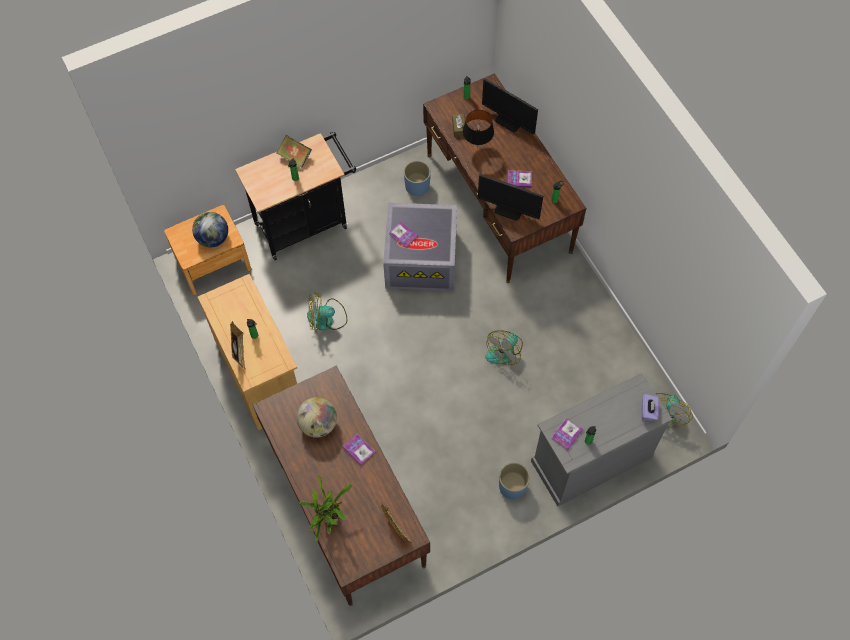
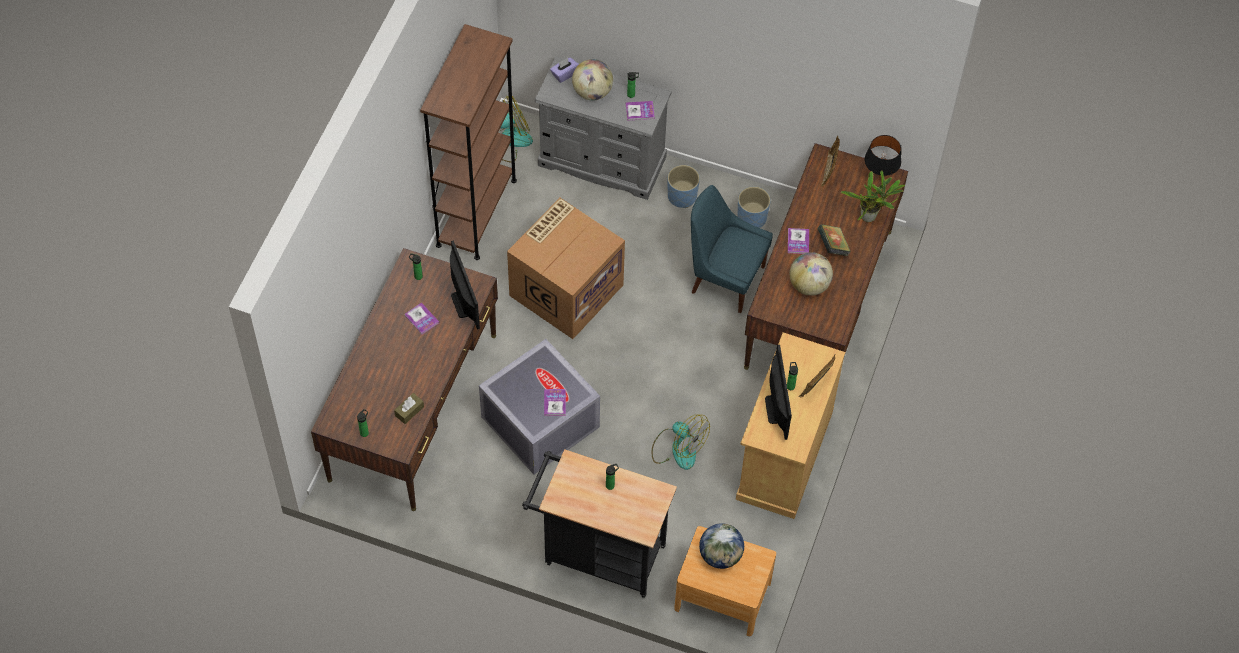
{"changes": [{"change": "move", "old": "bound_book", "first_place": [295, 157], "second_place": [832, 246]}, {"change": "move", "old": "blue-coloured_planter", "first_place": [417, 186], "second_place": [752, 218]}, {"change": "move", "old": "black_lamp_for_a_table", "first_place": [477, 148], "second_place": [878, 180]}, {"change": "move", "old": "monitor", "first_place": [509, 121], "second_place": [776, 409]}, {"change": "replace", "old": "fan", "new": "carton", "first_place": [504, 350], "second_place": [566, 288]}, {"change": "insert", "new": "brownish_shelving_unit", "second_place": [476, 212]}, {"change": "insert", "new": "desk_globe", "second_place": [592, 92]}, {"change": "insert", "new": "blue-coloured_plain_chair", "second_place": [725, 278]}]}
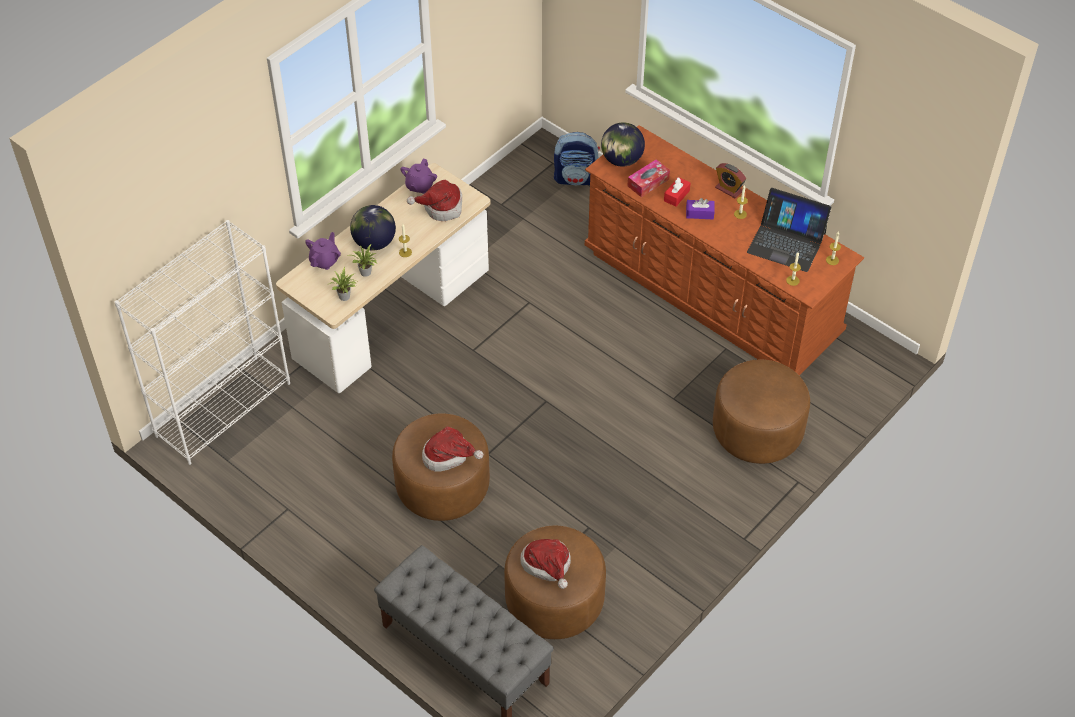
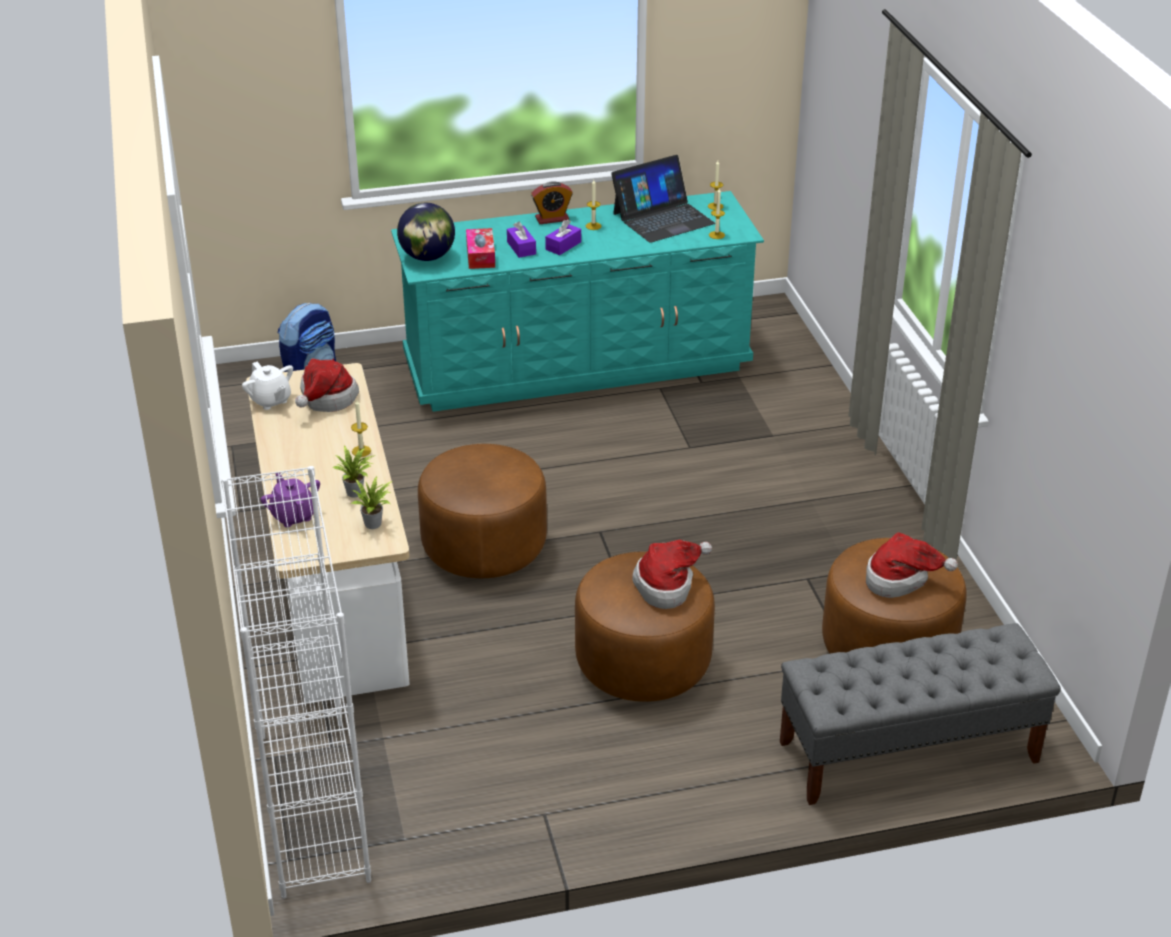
{"changes": [{"change": "delete", "old": "desk_globe", "first_place": [374, 243]}, {"change": "recolor", "old": "purplish_pot_for_tea", "new": "white-coloured_pot_for_tea", "first_place": [419, 186], "second_place": [270, 400]}, {"change": "recolor", "old": "brownish_chest_of_drawers", "new": "turquoise_chest_of_drawers", "first_place": [711, 293], "second_place": [577, 365]}, {"change": "recolor", "old": "reddish_tissue_box", "new": "purplish_tissue_box", "first_place": [676, 196], "second_place": [521, 248]}, {"change": "move", "old": "brownish_pouffe", "first_place": [757, 431], "second_place": [484, 545]}]}
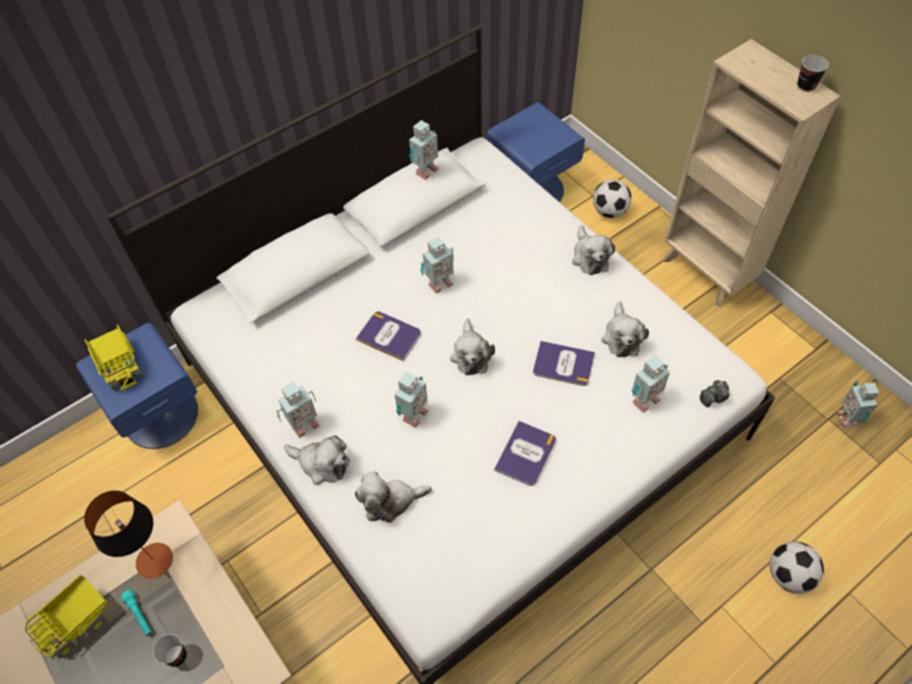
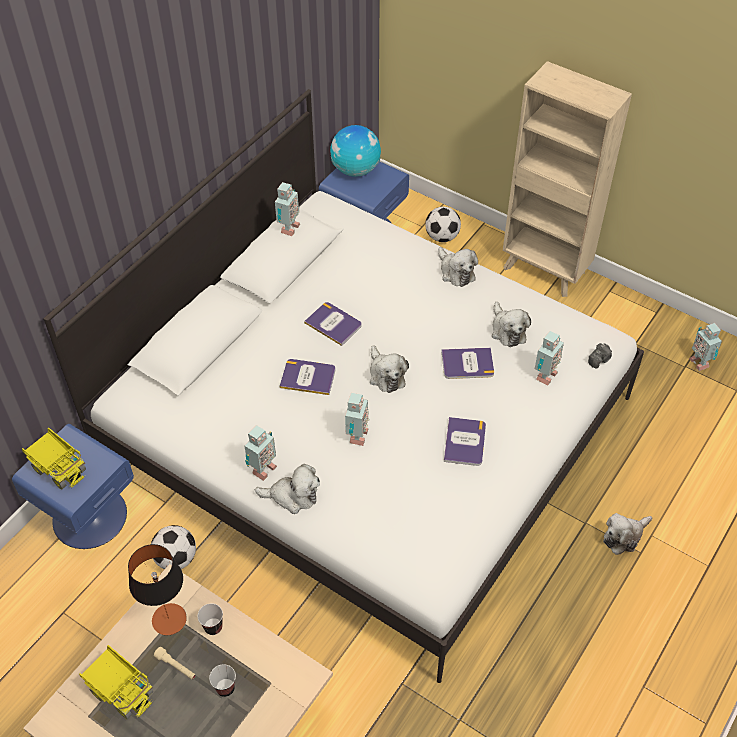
{"changes": [{"change": "rotate", "old": "toy_lorry", "first_place": [78, 623], "second_place": [121, 690], "degrees": -75}, {"change": "recolor", "old": "turquoise_flashlight", "new": "sand-coloured_flashlight", "first_place": [139, 615], "second_place": [176, 666]}, {"change": "move", "old": "soft_toy", "first_place": [390, 501], "second_place": [624, 536]}, {"change": "replace", "old": "toy_robot", "new": "bound_book", "first_place": [439, 284], "second_place": [333, 324]}, {"change": "move", "old": "ball_for_football", "first_place": [788, 575], "second_place": [176, 558]}, {"change": "move", "old": "drinking_cup", "first_place": [806, 86], "second_place": [213, 627]}, {"change": "insert", "new": "desk_globe", "second_place": [356, 170]}]}
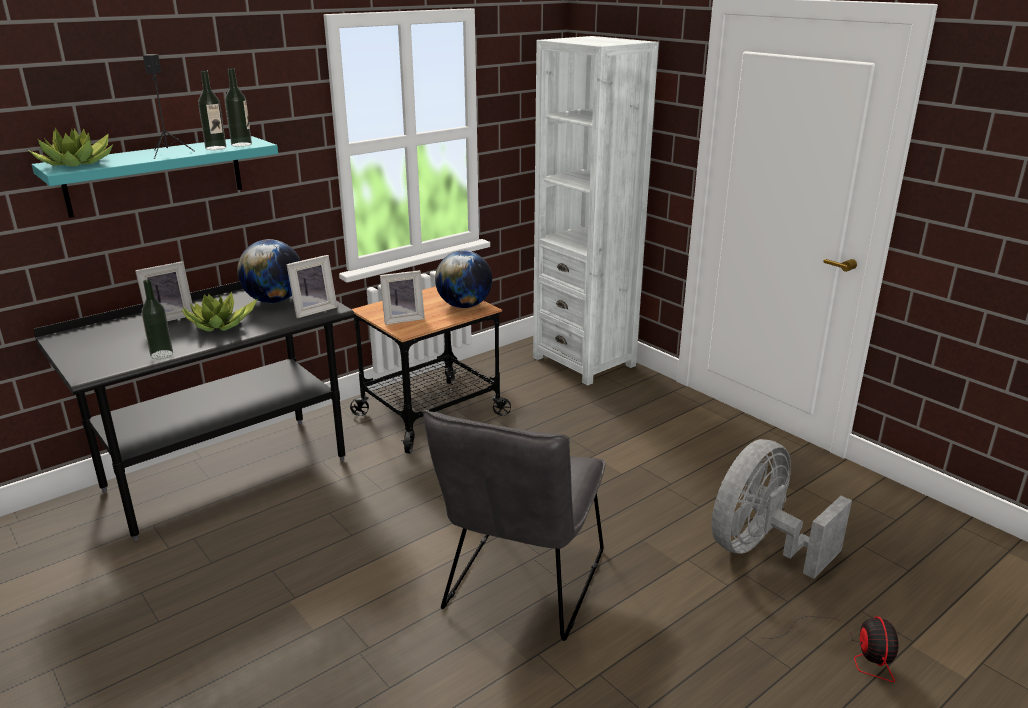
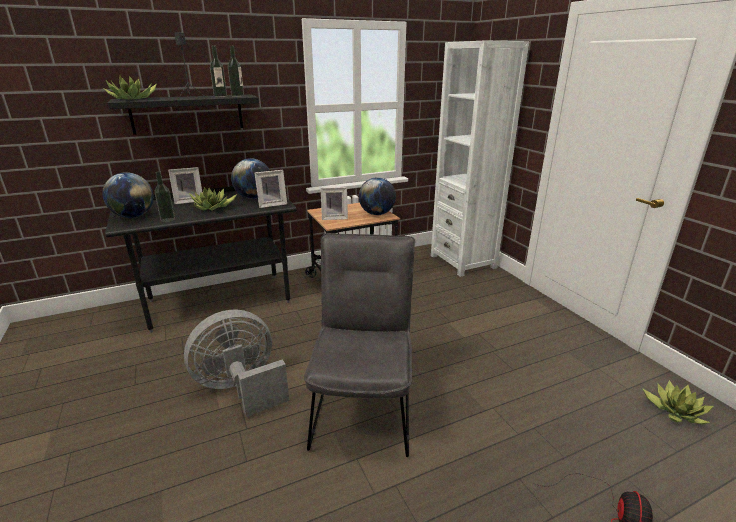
{"changes": [{"change": "recolor", "old": "turquoise_bracket_shelf", "new": "black_bracket_shelf", "first_place": [155, 176], "second_place": [187, 113]}, {"change": "rotate", "old": "grey_plain_chair", "first_place": [520, 588], "second_place": [363, 406], "degrees": 150}, {"change": "move", "old": "grey_fan", "first_place": [761, 549], "second_place": [241, 388]}, {"change": "insert", "new": "desk_globe", "second_place": [133, 216]}, {"change": "insert", "new": "houseplant", "second_place": [674, 410]}]}
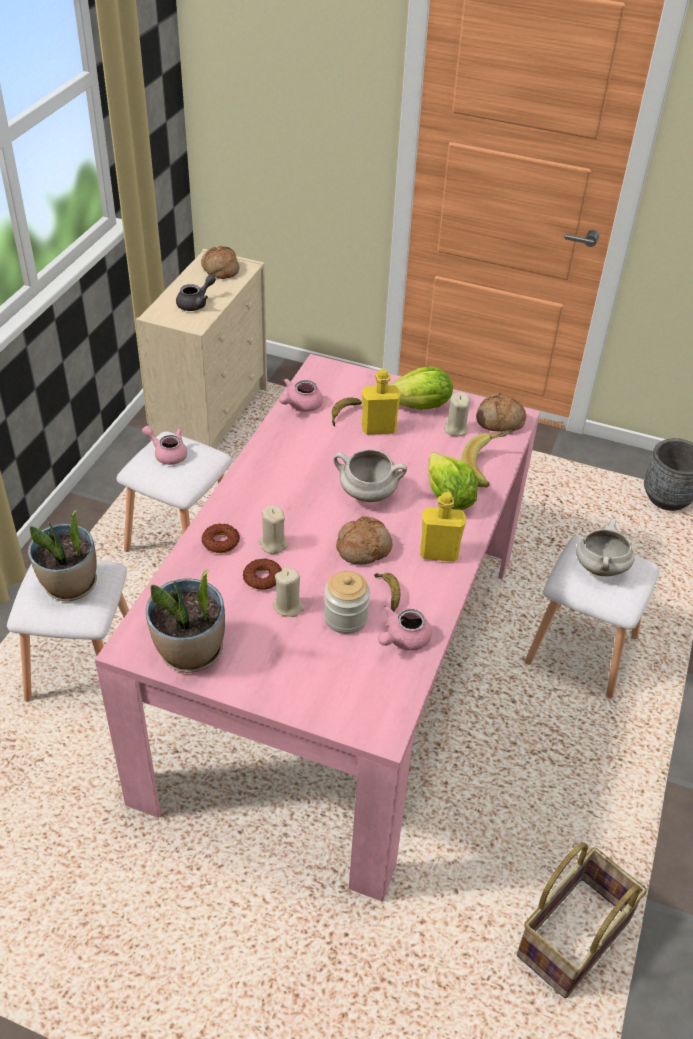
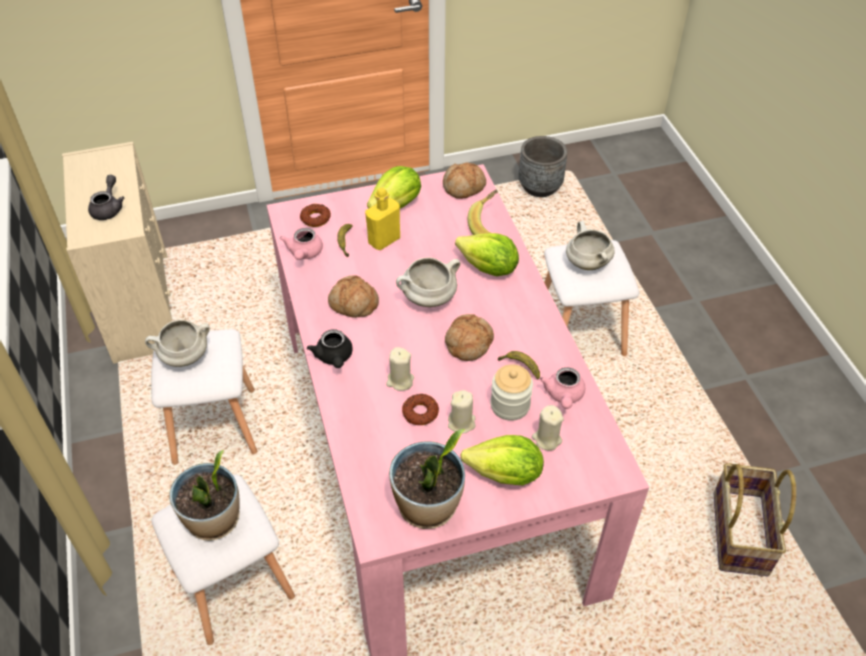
{"changes": [{"change": "replace", "old": "pink_pot_for_tea", "new": "white-coloured_saucepot", "first_place": [167, 453], "second_place": [184, 357]}, {"change": "move", "old": "baked_bread", "first_place": [220, 270], "second_place": [353, 304]}, {"change": "move", "old": "ring_doughnut", "first_place": [220, 542], "second_place": [315, 218]}, {"change": "delete", "old": "yellow-coloured_bottle", "first_place": [439, 553]}, {"change": "move", "old": "sand-coloured_wax_light", "first_place": [455, 429], "second_place": [546, 439]}, {"change": "insert", "new": "black_pot_for_tea", "second_place": [334, 358]}, {"change": "insert", "new": "lettuce", "second_place": [505, 475]}]}
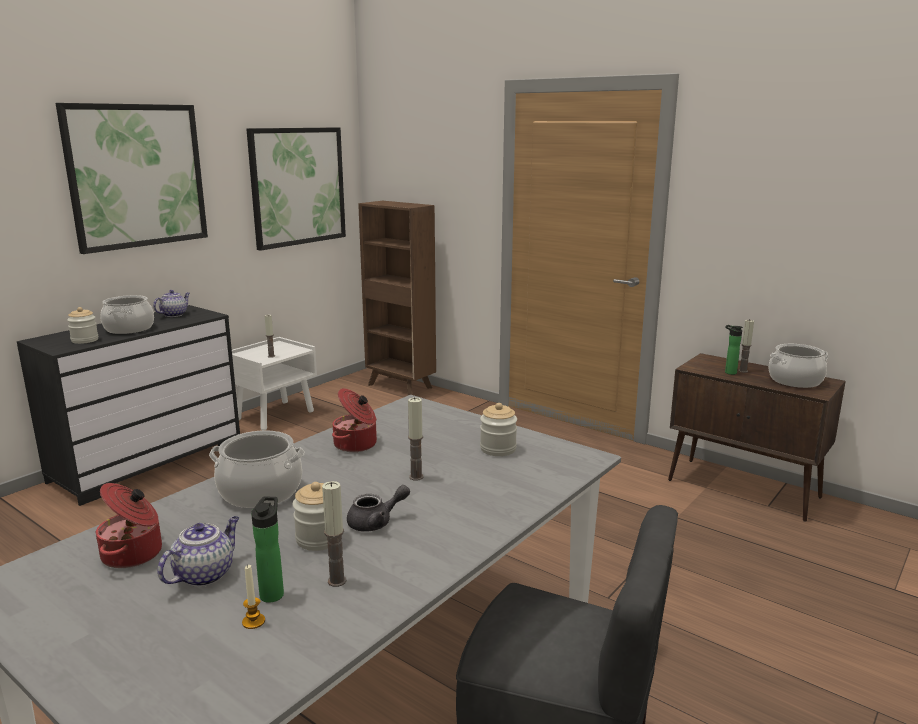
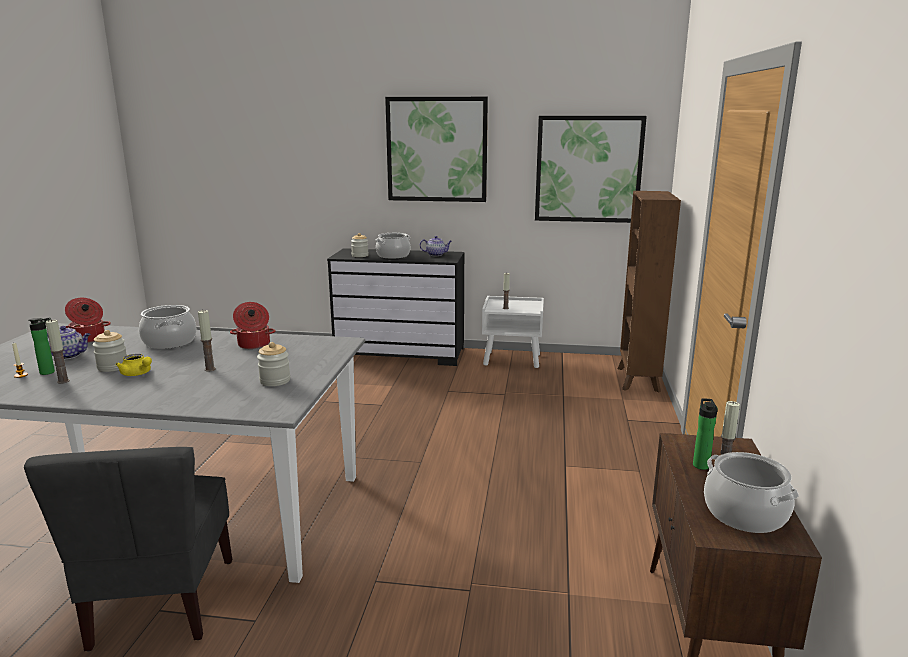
{"changes": [{"change": "recolor", "old": "grey_pot_for_tea", "new": "yellow-coloured_pot_for_tea", "first_place": [376, 522], "second_place": [137, 374]}]}
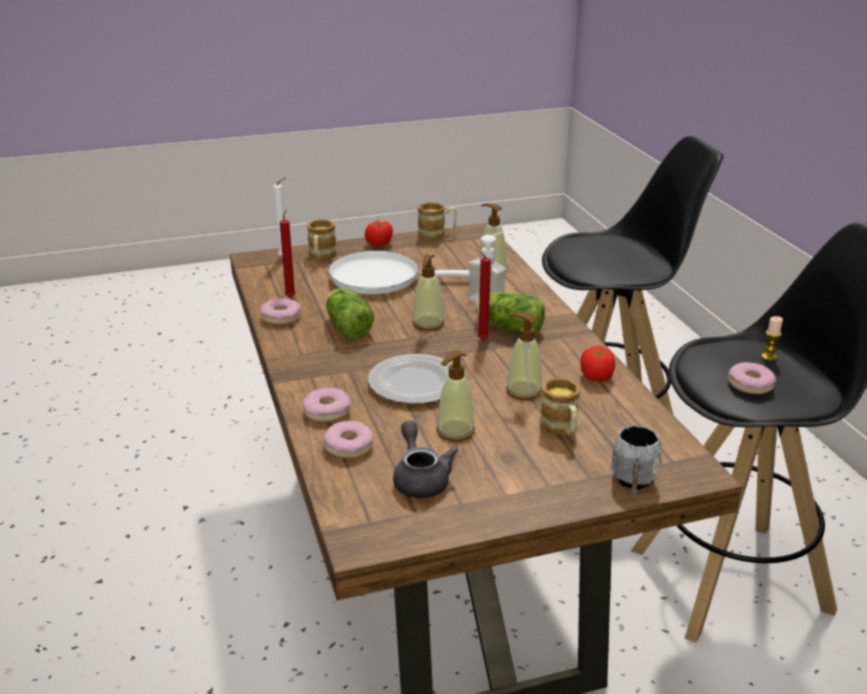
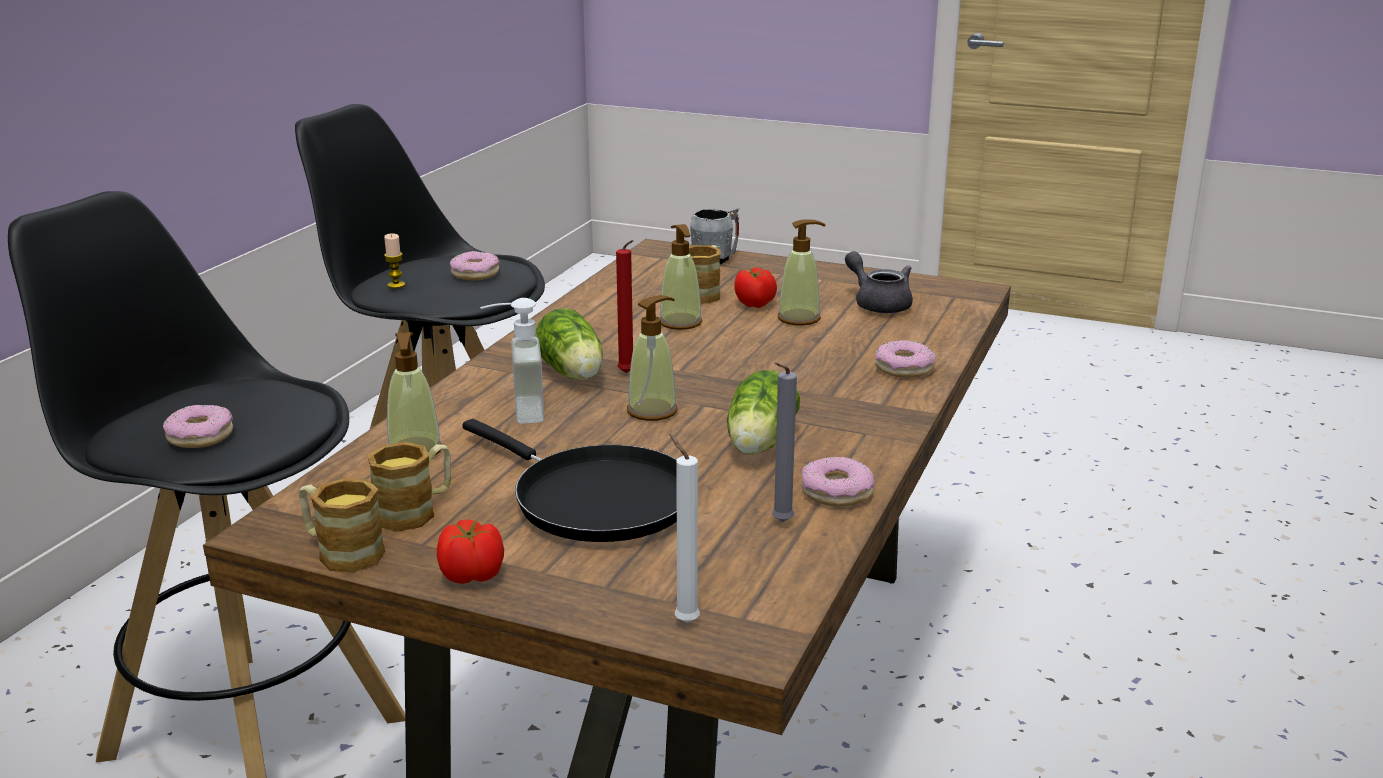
{"changes": [{"change": "recolor", "old": "reddish_wax_light", "new": "grey_wax_light", "first_place": [291, 296], "second_place": [779, 523]}, {"change": "move", "old": "mug", "first_place": [321, 256], "second_place": [416, 511]}, {"change": "move", "old": "ring_doughnut", "first_place": [348, 446], "second_place": [200, 436]}, {"change": "recolor", "old": "white-coloured_skillet", "new": "black_skillet", "first_place": [382, 278], "second_place": [594, 499]}, {"change": "delete", "old": "plate", "first_place": [415, 383]}, {"change": "rotate", "old": "grey_pot_for_tea", "first_place": [420, 478], "second_place": [878, 303], "degrees": 120}, {"change": "move", "old": "fresh_tomato", "first_place": [596, 377], "second_place": [755, 304]}]}
